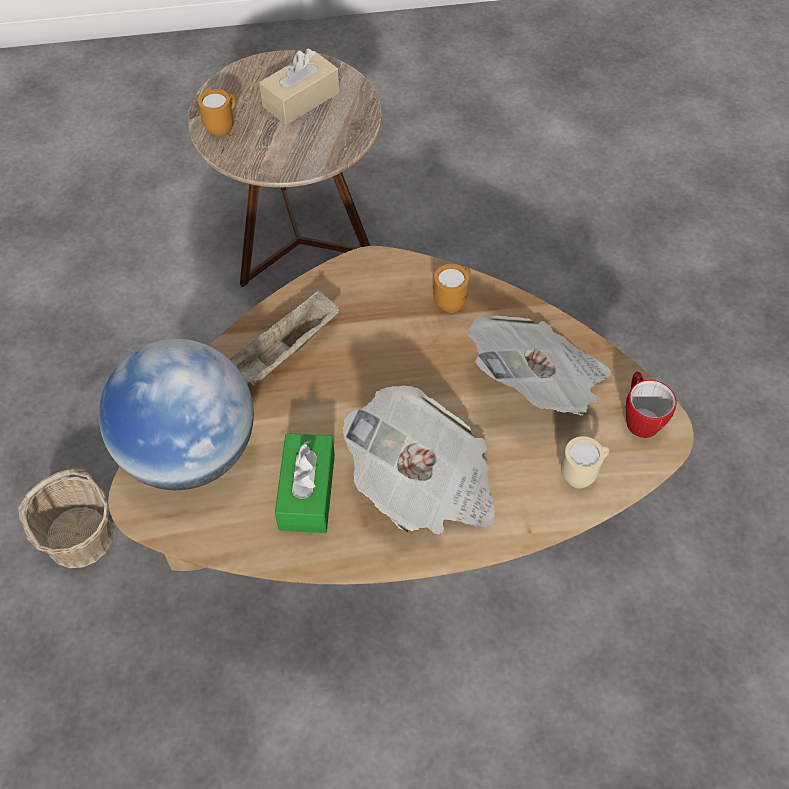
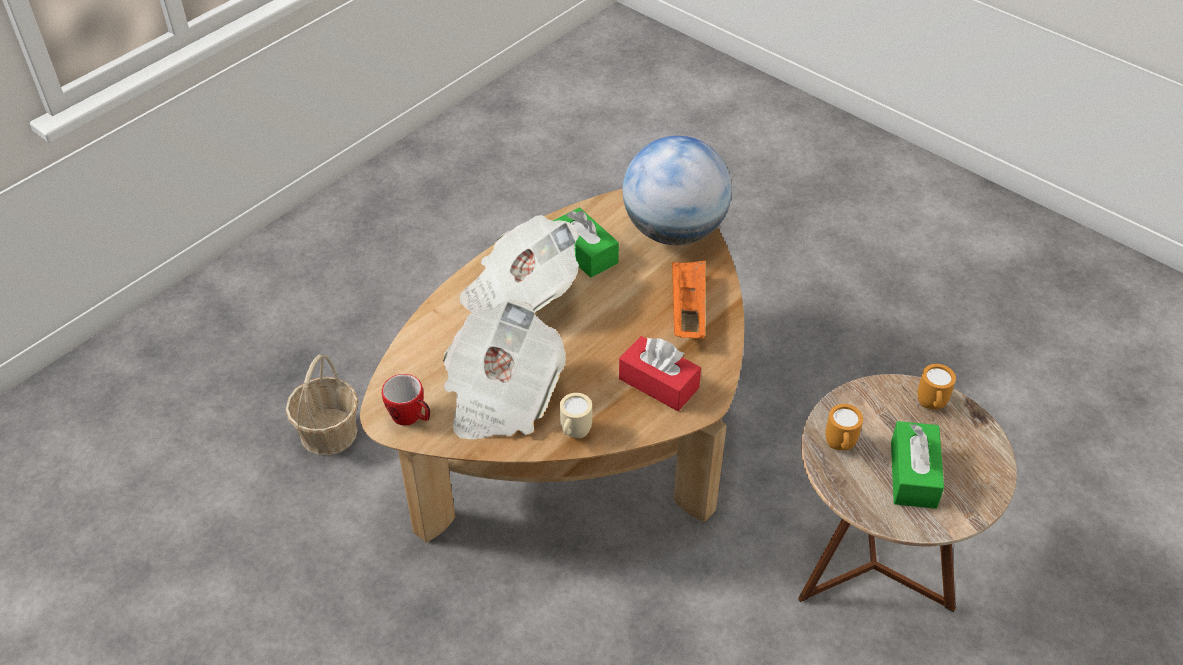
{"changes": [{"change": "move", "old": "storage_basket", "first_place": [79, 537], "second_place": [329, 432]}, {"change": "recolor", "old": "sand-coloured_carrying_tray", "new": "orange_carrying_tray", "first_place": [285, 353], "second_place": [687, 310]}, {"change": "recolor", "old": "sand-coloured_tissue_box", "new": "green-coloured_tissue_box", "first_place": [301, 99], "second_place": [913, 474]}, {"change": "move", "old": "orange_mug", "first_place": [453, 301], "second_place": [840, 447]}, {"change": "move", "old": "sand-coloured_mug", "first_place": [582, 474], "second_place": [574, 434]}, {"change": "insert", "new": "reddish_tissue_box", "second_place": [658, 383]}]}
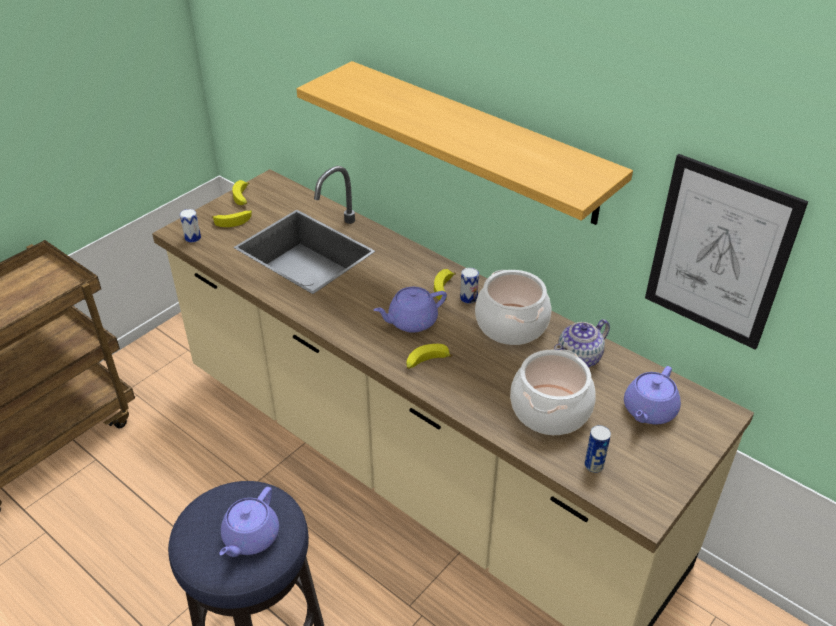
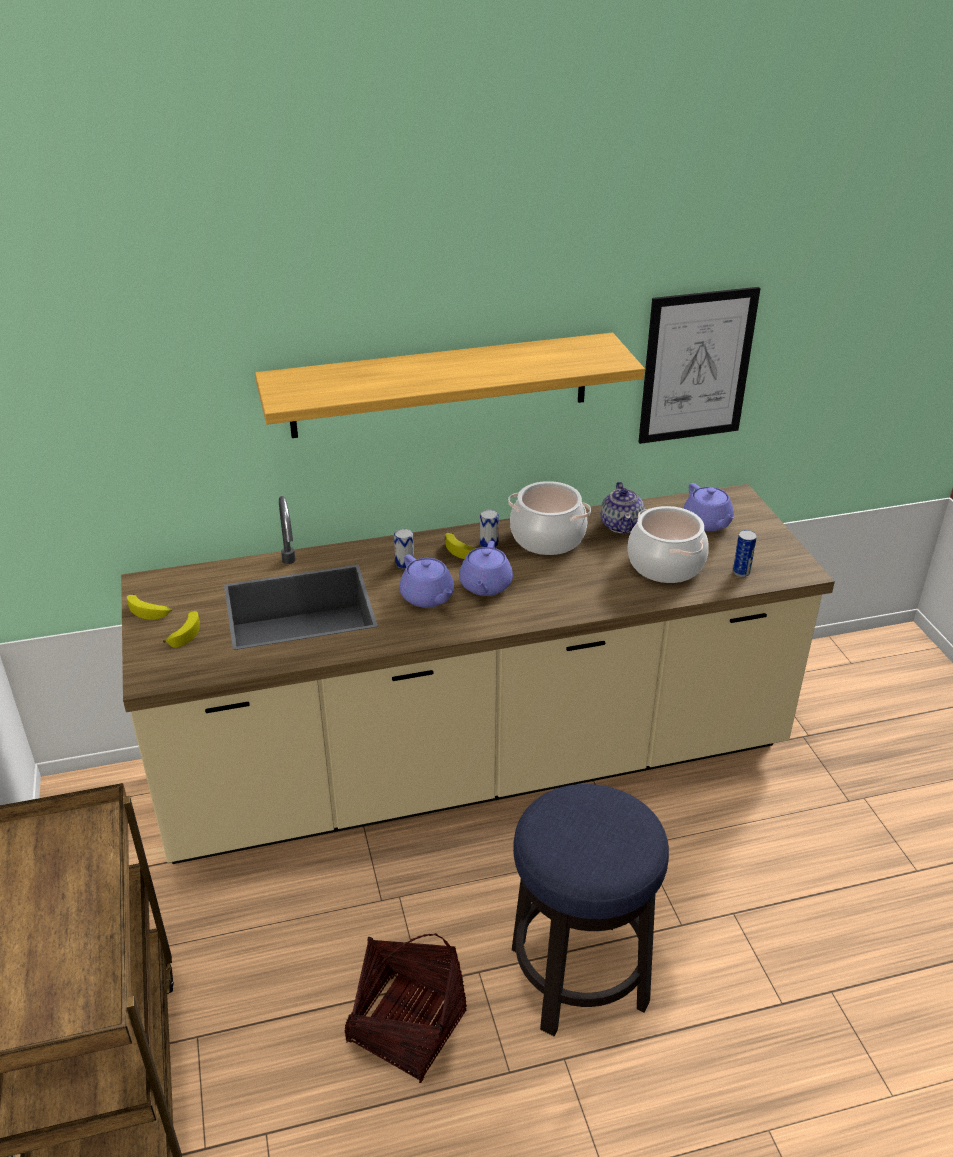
{"changes": [{"change": "move", "old": "sealed_can", "first_place": [192, 238], "second_place": [404, 563]}, {"change": "move", "old": "purplish_pot_for_tea", "first_place": [250, 537], "second_place": [428, 597]}, {"change": "delete", "old": "whole_banana", "first_place": [426, 362]}, {"change": "insert", "new": "storage_basket", "second_place": [406, 1027]}]}
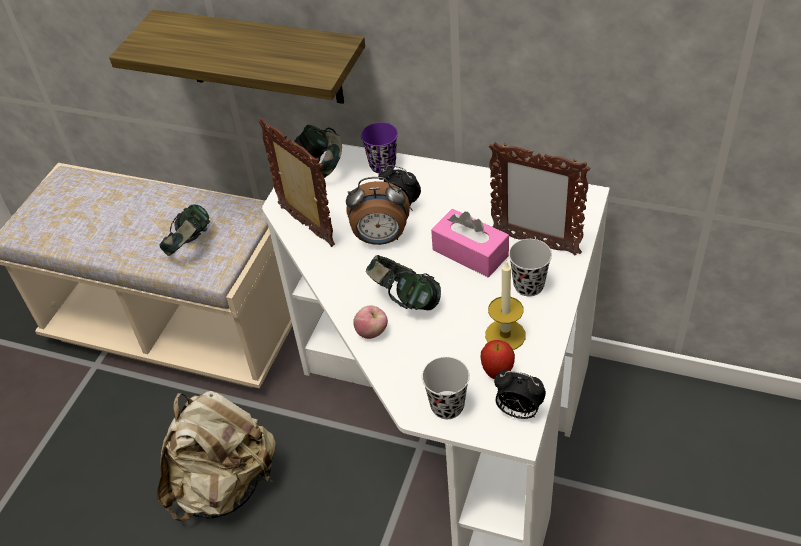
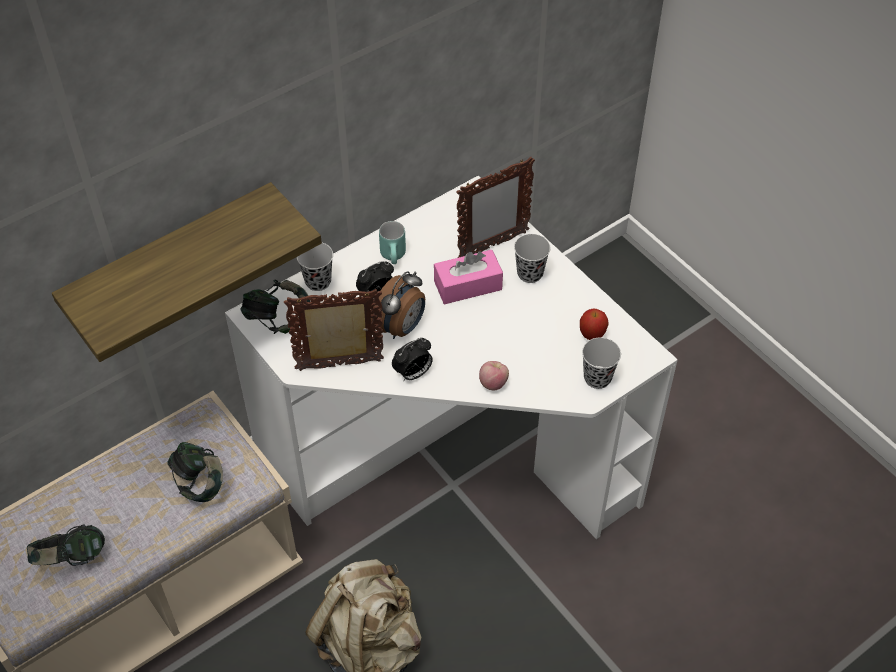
{"changes": [{"change": "recolor", "old": "purplish_drinking_cup", "new": "black_drinking_cup", "first_place": [382, 165], "second_place": [318, 281]}, {"change": "move", "old": "headset", "first_place": [404, 300], "second_place": [71, 560]}, {"change": "delete", "old": "wax_light", "first_place": [505, 335]}, {"change": "move", "old": "alarm_clock", "first_place": [518, 411], "second_place": [413, 374]}, {"change": "insert", "new": "turquoise_mug", "second_place": [395, 257]}]}
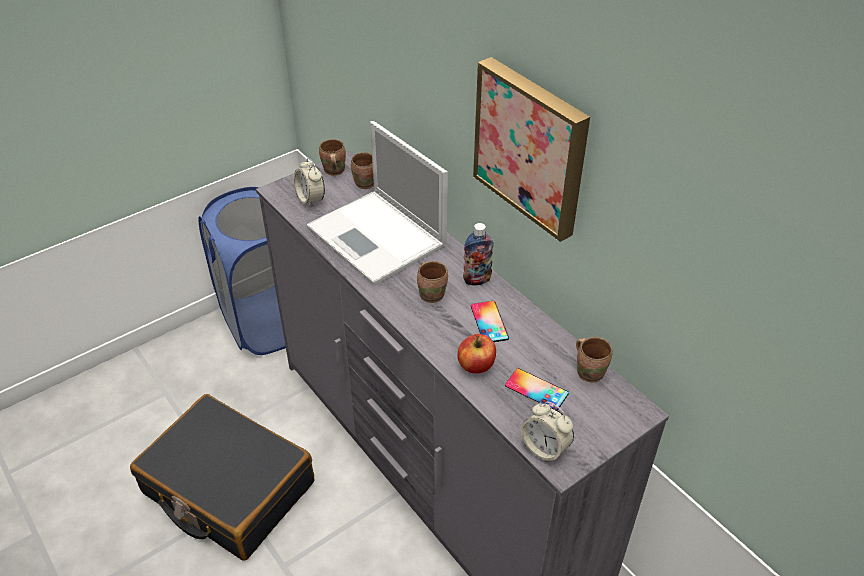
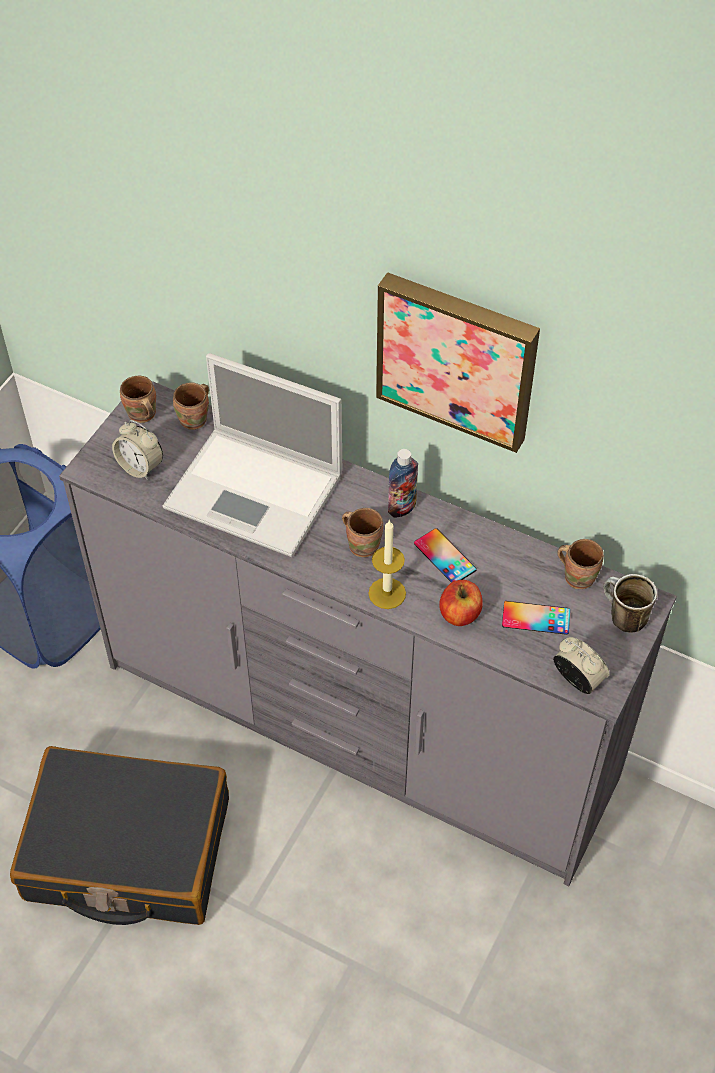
{"changes": [{"change": "rotate", "old": "alarm_clock", "first_place": [545, 448], "second_place": [577, 680], "degrees": -150}, {"change": "insert", "new": "wax_light", "second_place": [387, 593]}, {"change": "insert", "new": "mug", "second_place": [621, 617]}]}
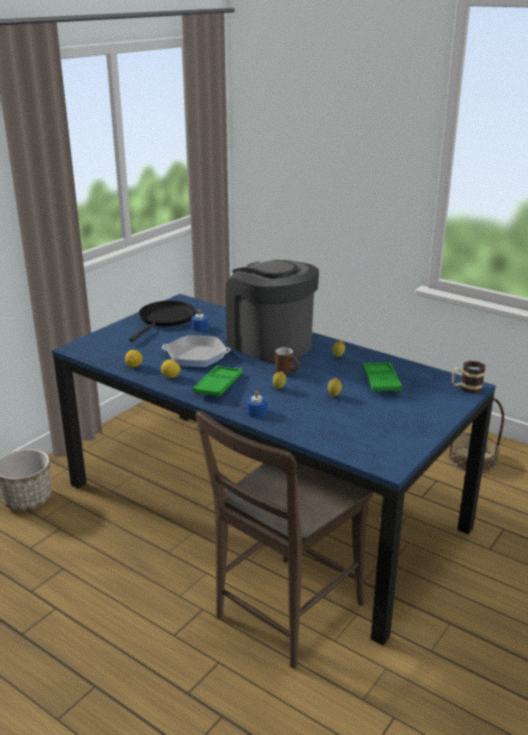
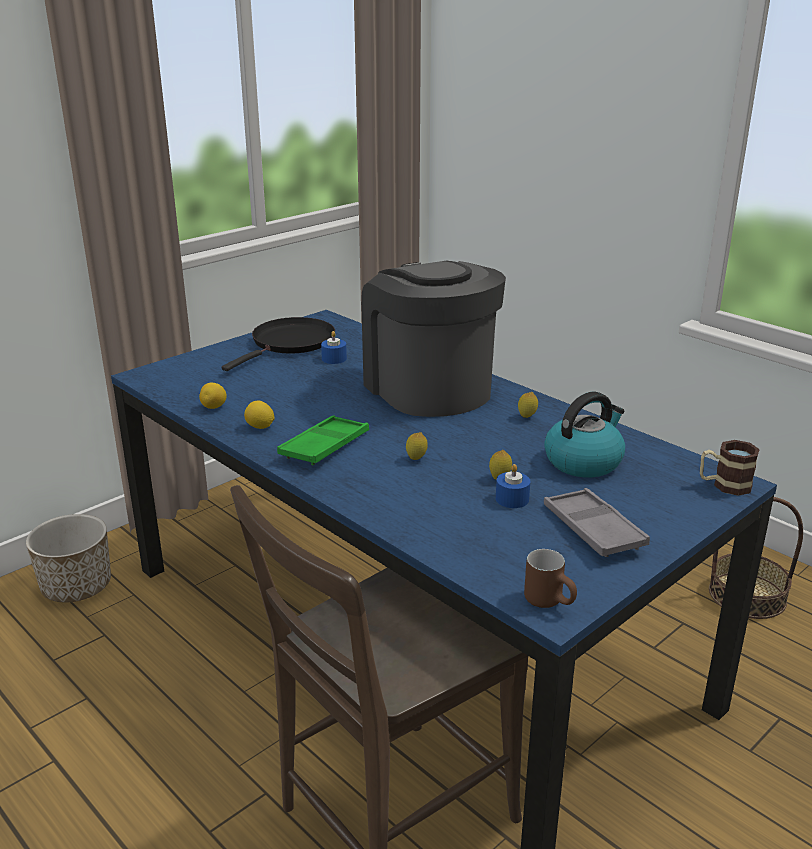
{"changes": [{"change": "delete", "old": "skillet", "first_place": [196, 356]}, {"change": "move", "old": "blue-coloured_wax_light", "first_place": [256, 412], "second_place": [512, 499]}, {"change": "move", "old": "brownish_mug", "first_place": [288, 372], "second_place": [551, 601]}, {"change": "replace", "old": "green-coloured_carrying_tray", "new": "kettle", "first_place": [381, 381], "second_place": [583, 461]}, {"change": "insert", "new": "grey_carrying_tray", "second_place": [593, 529]}]}
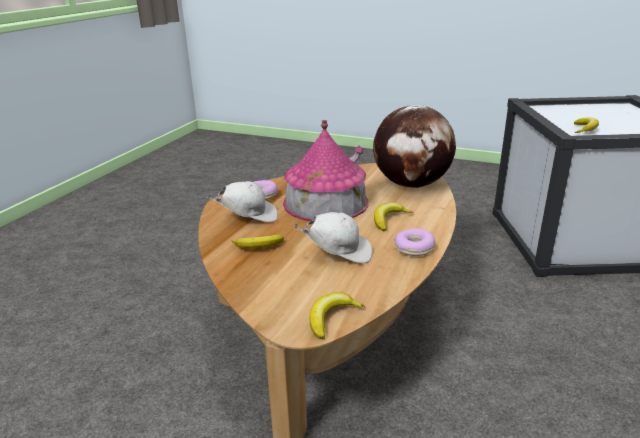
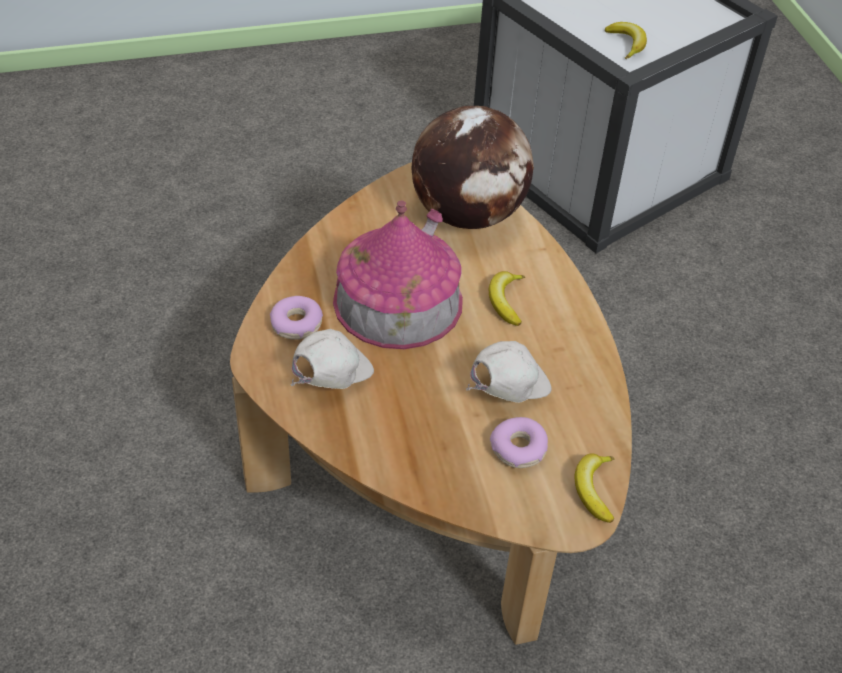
{"changes": [{"change": "delete", "old": "whole_banana", "first_place": [258, 247]}, {"change": "move", "old": "ring_doughnut", "first_place": [414, 248], "second_place": [519, 449]}]}
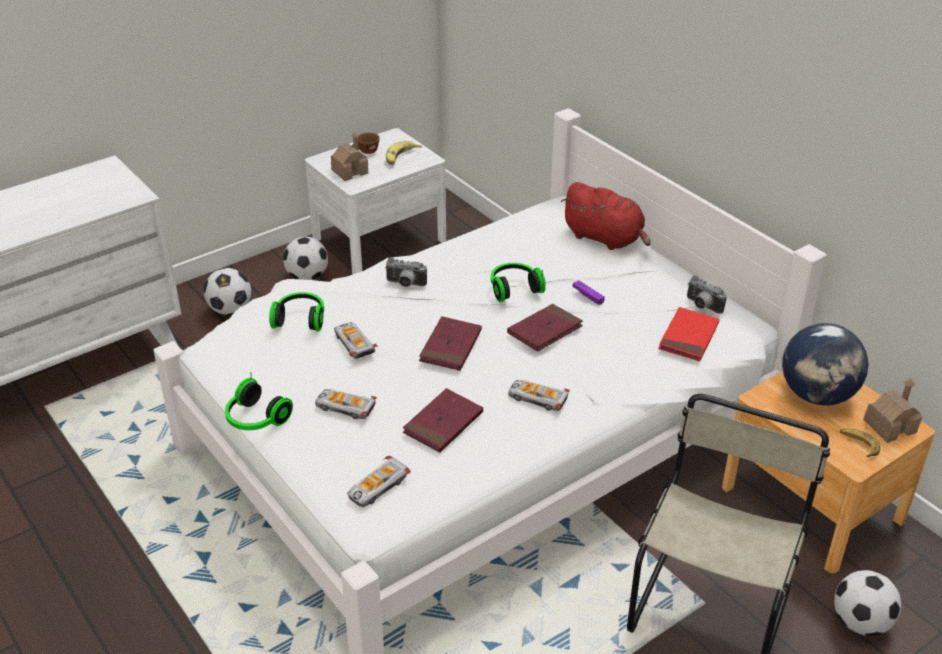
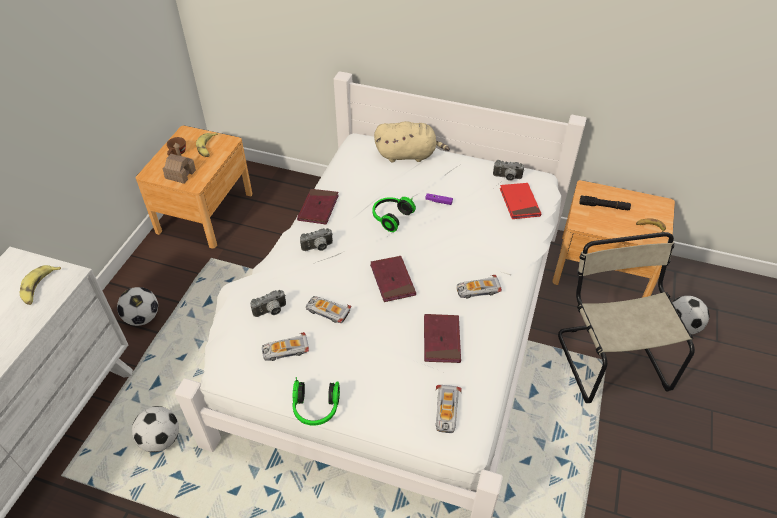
{"changes": [{"change": "replace", "old": "headset", "new": "still_camera", "first_place": [300, 319], "second_place": [271, 312]}, {"change": "move", "old": "ball_for_football", "first_place": [307, 277], "second_place": [160, 440]}, {"change": "recolor", "old": "white-coloured_night_table", "new": "brownish_night_table", "first_place": [379, 239], "second_place": [205, 212]}, {"change": "move", "old": "toy_car", "first_place": [345, 407], "second_place": [285, 350]}, {"change": "move", "old": "reddish_bound_book", "first_place": [545, 330], "second_place": [318, 208]}, {"change": "recolor", "old": "reddish_soft_toy", "new": "sand-coloured_soft_toy", "first_place": [605, 238], "second_place": [408, 155]}, {"change": "replace", "old": "desk_globe", "new": "black_flashlight", "first_place": [817, 396], "second_place": [604, 206]}, {"change": "delete", "old": "model_house", "first_place": [890, 426]}, {"change": "insert", "new": "whole_banana", "second_place": [39, 288]}]}
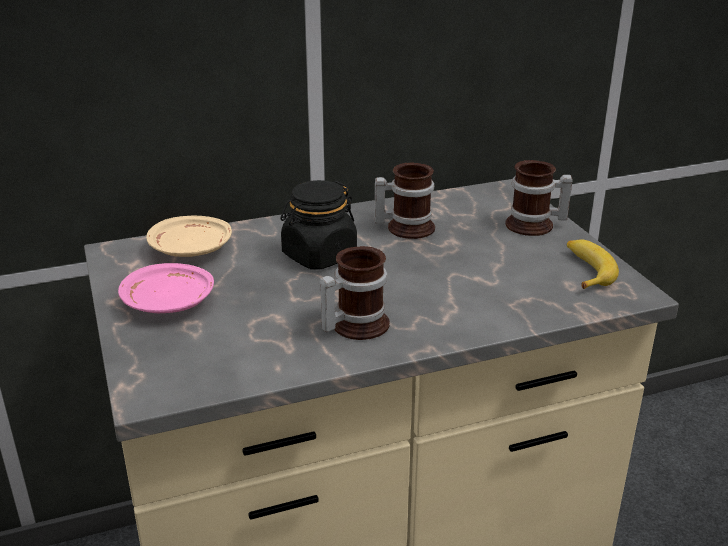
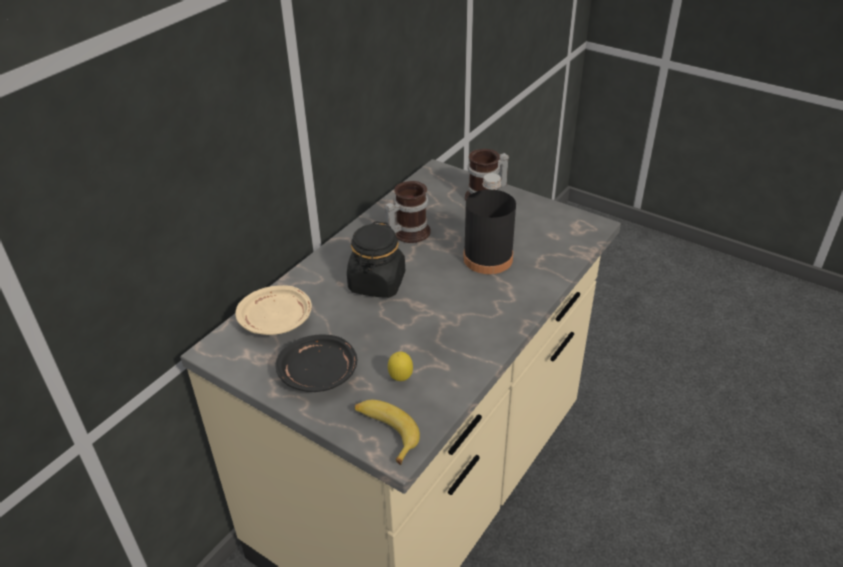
{"changes": [{"change": "recolor", "old": "pink_plate", "new": "black_plate", "first_place": [169, 303], "second_place": [319, 373]}, {"change": "delete", "old": "mug", "first_place": [354, 325]}, {"change": "move", "old": "whole_banana", "first_place": [586, 270], "second_place": [385, 432]}, {"change": "insert", "new": "lemon", "second_place": [401, 379]}, {"change": "insert", "new": "black_bottle", "second_place": [488, 258]}]}
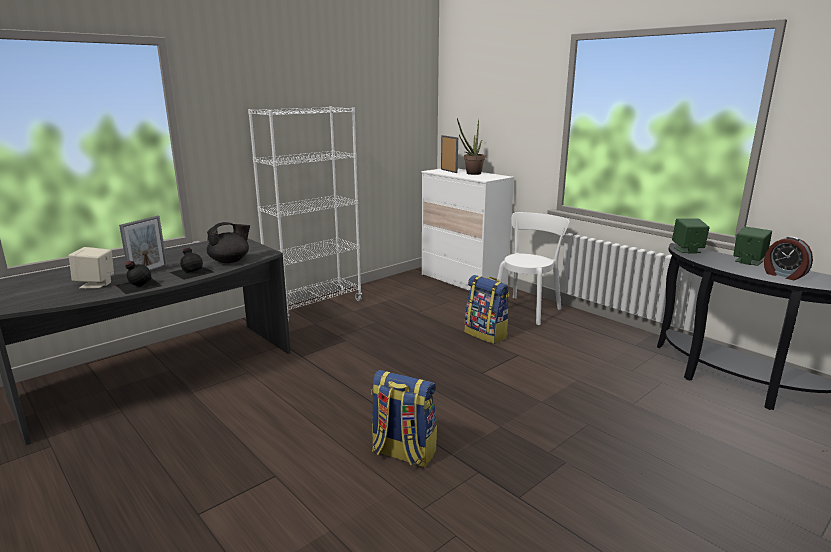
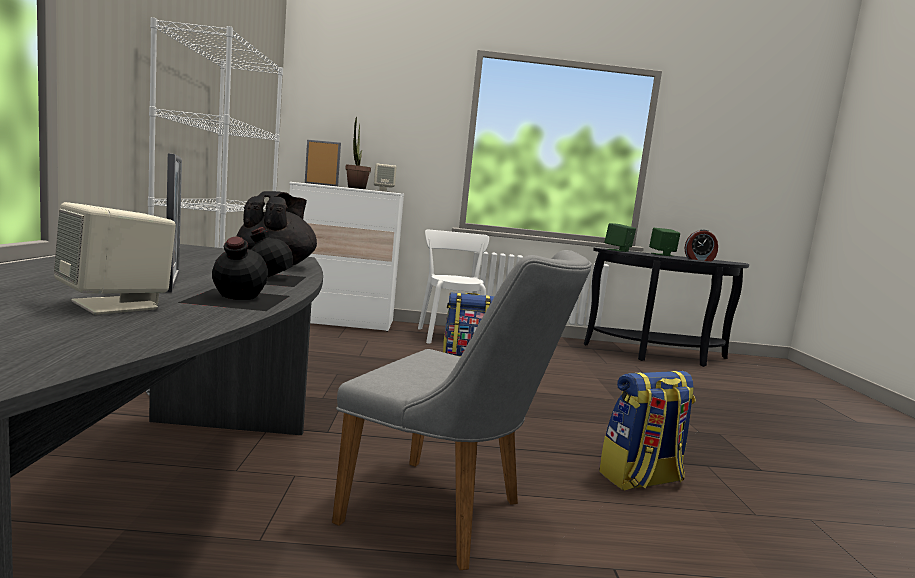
{"changes": [{"change": "insert", "new": "grey_plain_chair", "second_place": [448, 516]}, {"change": "insert", "new": "sand-coloured_speaker", "second_place": [383, 191]}]}
